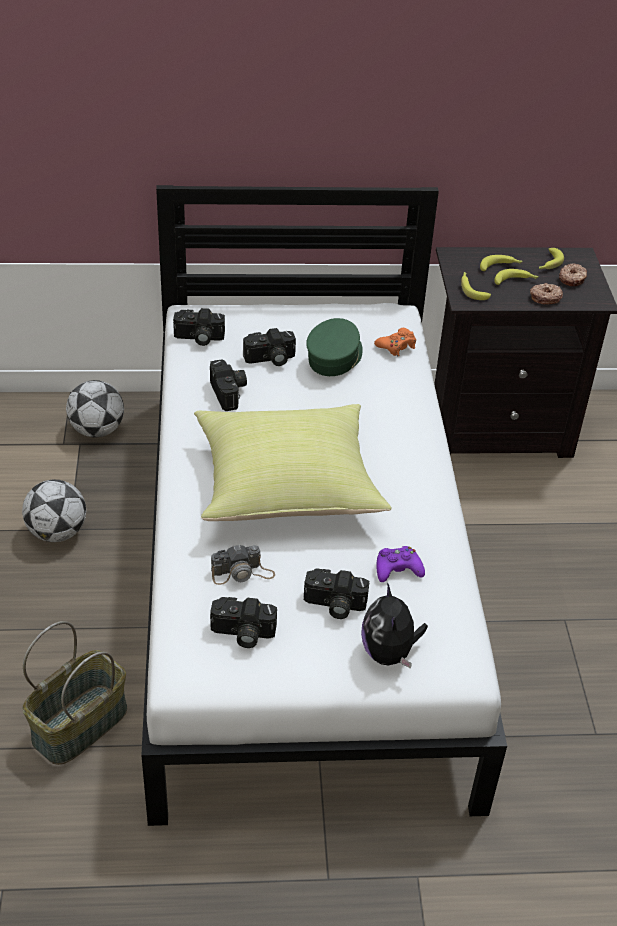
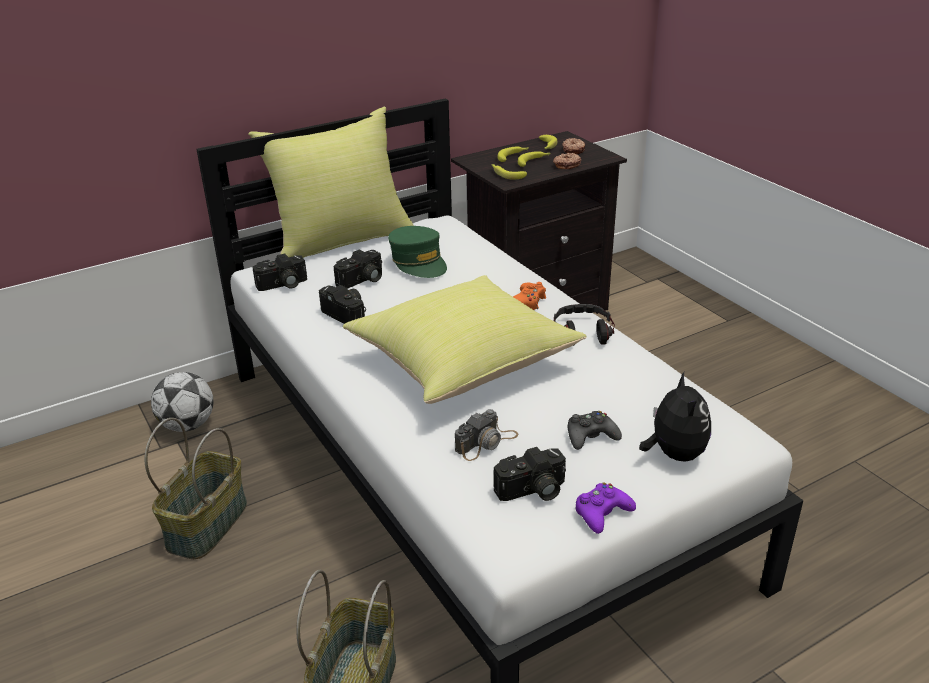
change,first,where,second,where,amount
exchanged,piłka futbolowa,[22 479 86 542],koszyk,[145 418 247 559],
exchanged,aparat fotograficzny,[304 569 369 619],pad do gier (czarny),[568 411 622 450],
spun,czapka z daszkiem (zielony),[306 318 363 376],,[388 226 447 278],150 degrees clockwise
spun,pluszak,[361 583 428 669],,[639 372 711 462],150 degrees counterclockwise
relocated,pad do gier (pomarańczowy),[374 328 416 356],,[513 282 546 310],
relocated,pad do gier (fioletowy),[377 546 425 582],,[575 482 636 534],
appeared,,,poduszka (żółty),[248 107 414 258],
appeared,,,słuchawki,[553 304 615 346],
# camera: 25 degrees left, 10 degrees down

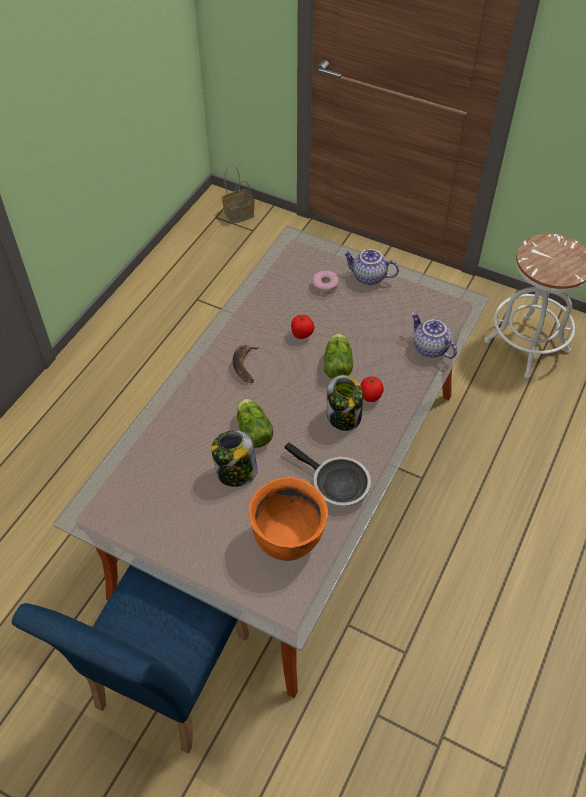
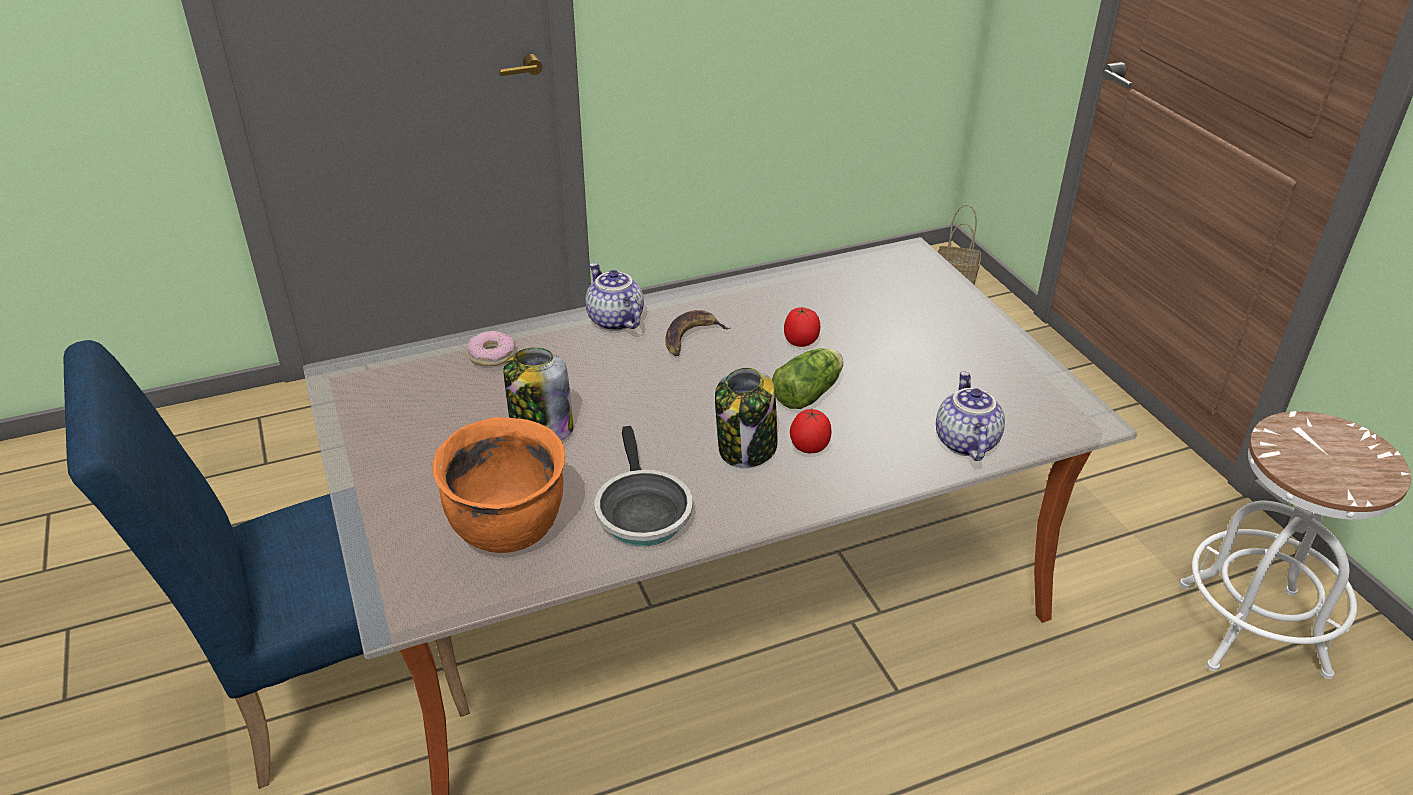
change,first,where,second,where,amount
missing,sałata,[237 399 273 448],,,
relocated,donut,[312 270 339 294],,[467 331 515 366],
relocated,imbryk,[342 249 399 285],,[585 263 644 331],
# camera: 40 degrees right, 15 degrees down

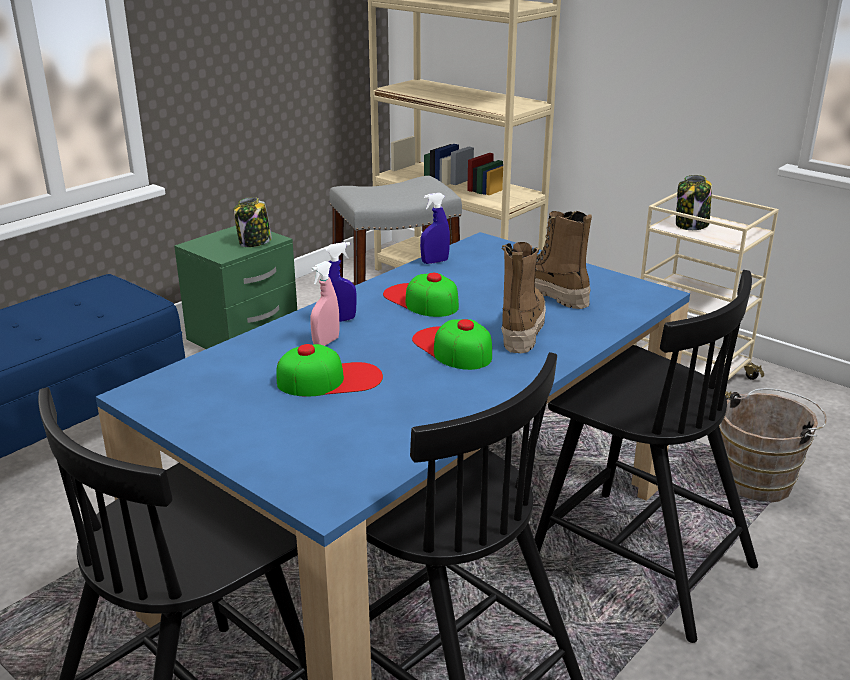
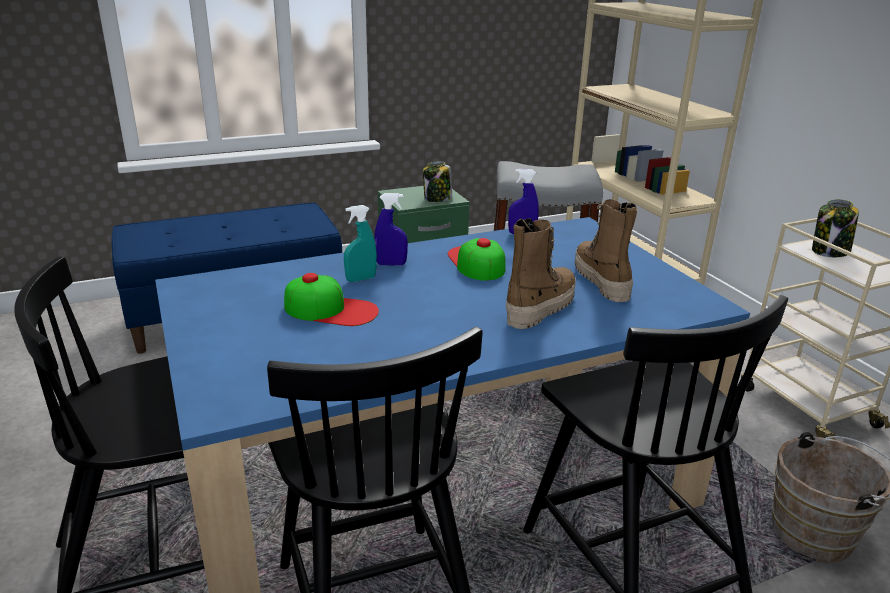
change,first,where,second,where,amount
colour,spryskiwacz (różowy),[310 261 340 346],spryskiwacz (turkusowy),[344 205 377 282],
missing,czapka z daszkiem,[412 319 492 370],,,
# camera: 25 degrees right, 0 degrees up

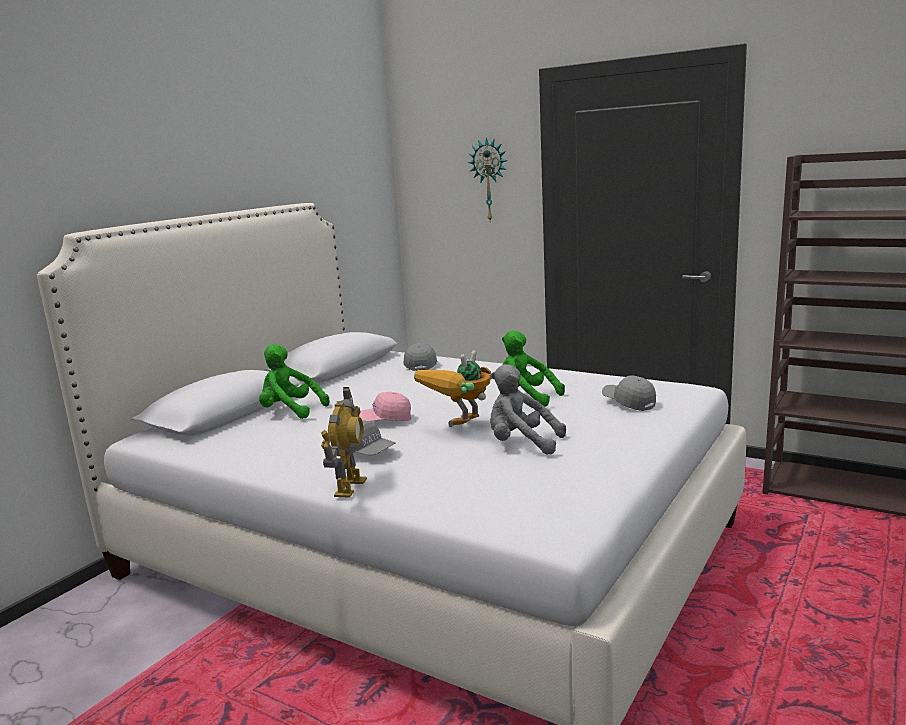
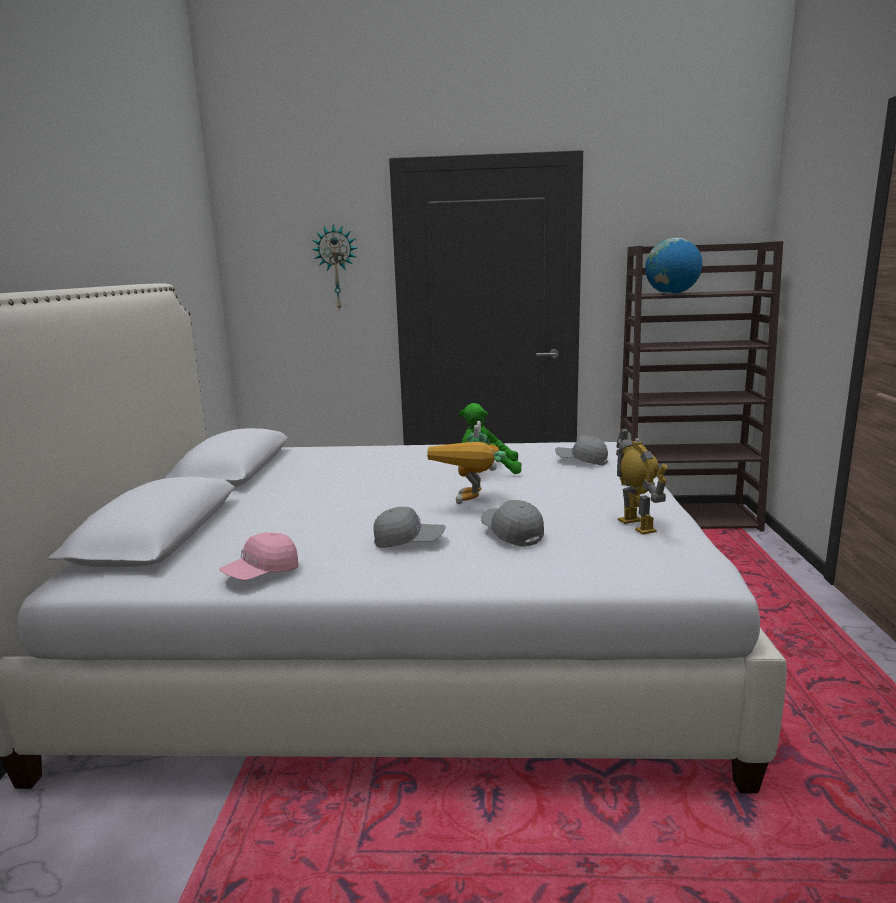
change,first,where,second,where,amount
missing,pluszak (zielony),[259 344 329 419],,,
relocated,robot zabawkowy,[321 387 367 498],,[616 427 668 535],
relocated,czapka z daszkiem (różowy),[359 392 411 422],,[219 532 298 580],
relocated,czapka z daszkiem (szary),[403 343 437 371],,[481 500 544 547],
missing,pluszak (szary),[490 364 566 455],,,
appeared,,,globus,[645 238 702 294],
# camera: 30 degrees left, 0 degrees up

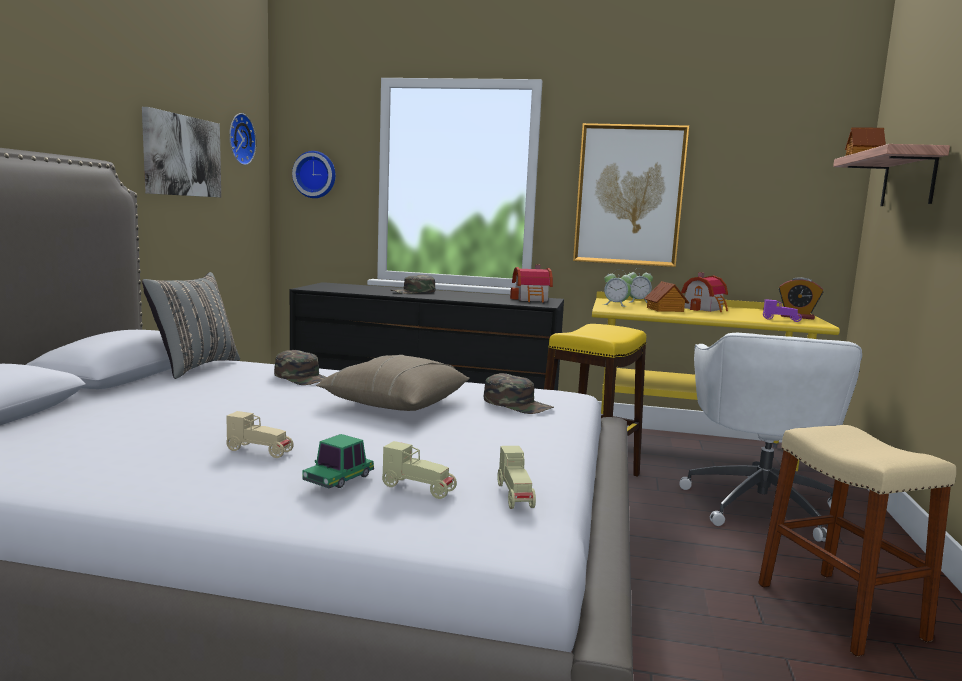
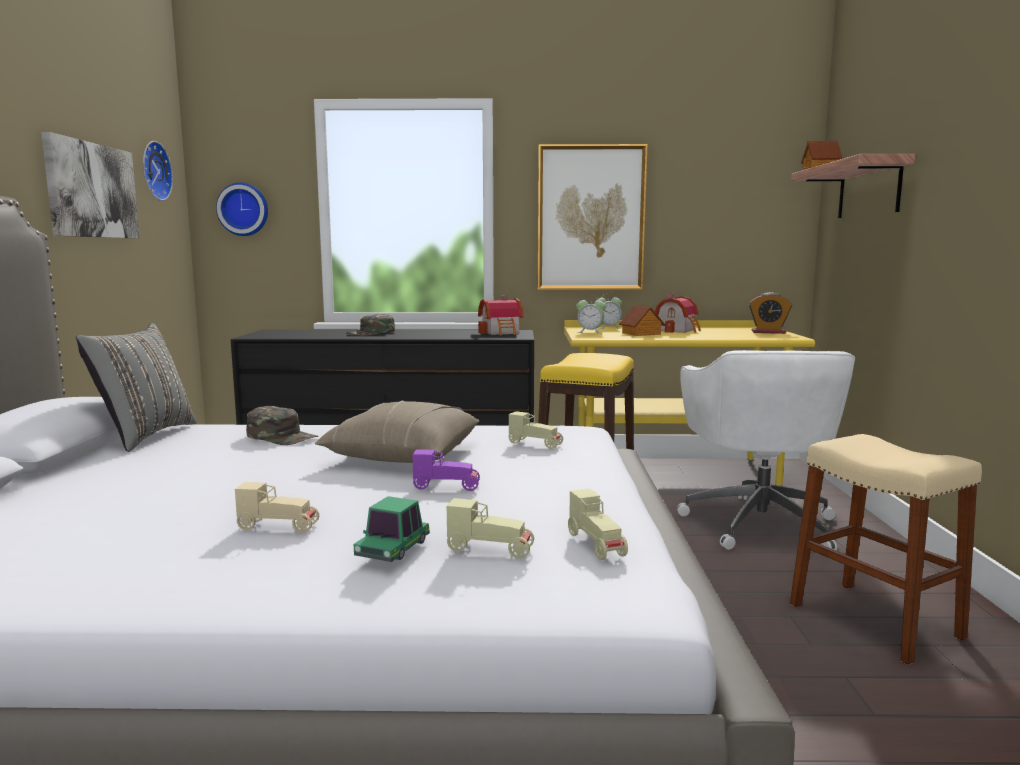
change,first,where,second,where,amount
exchanged,czapka z daszkiem (zielony),[484 373 554 414],samochodzik (beżowy),[509 411 563 449],
relocated,samochodzik (fioletowy),[763 299 802 322],,[412 449 480 491],
# camera: 10 degrees left, 0 degrees up

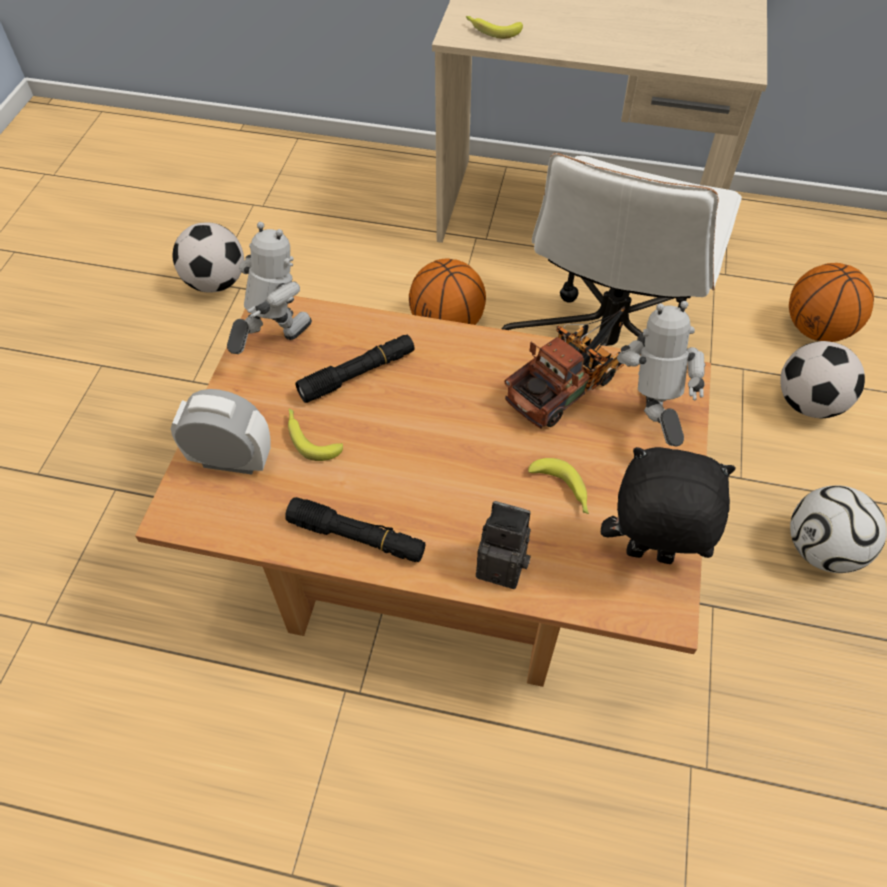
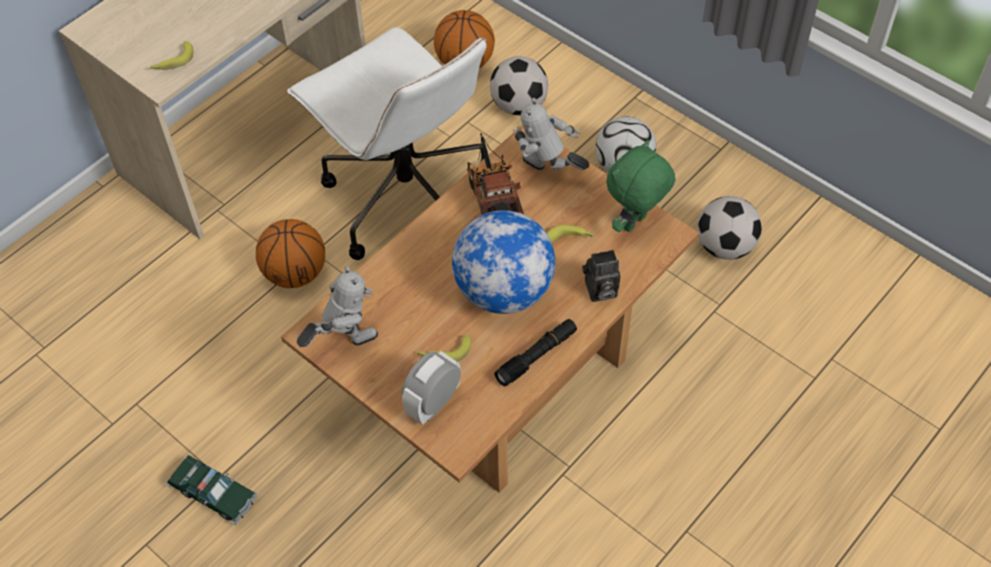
change,first,where,second,where,amount
relocated,piłka futbolowa,[173 223 244 293],,[697 196 762 260],
spun,robot zabawkowy,[227 222 312 354],,[297 266 378 347],90 degrees clockwise
missing,latarka (czarny),[295 335 415 403],,,
spun,aparat fotograficzny,[476 501 531 589],,[582 250 620 302],150 degrees counterclockwise
colour,pluszak (czarny),[601 447 736 564],pluszak (zielony),[606 140 676 232],
appeared,,,samochodzik,[167 455 257 525],
appeared,,,globus,[452 210 555 314],
# camera: 60 degrees left, 0 degrees up

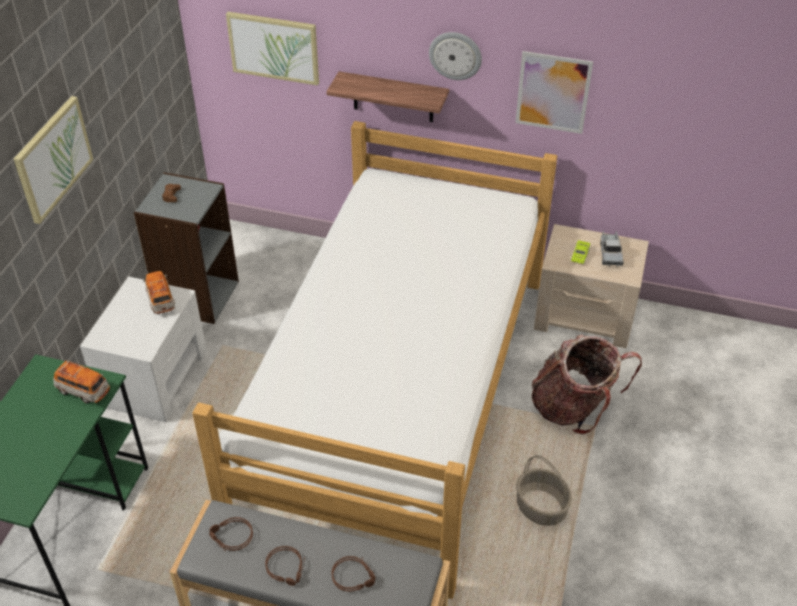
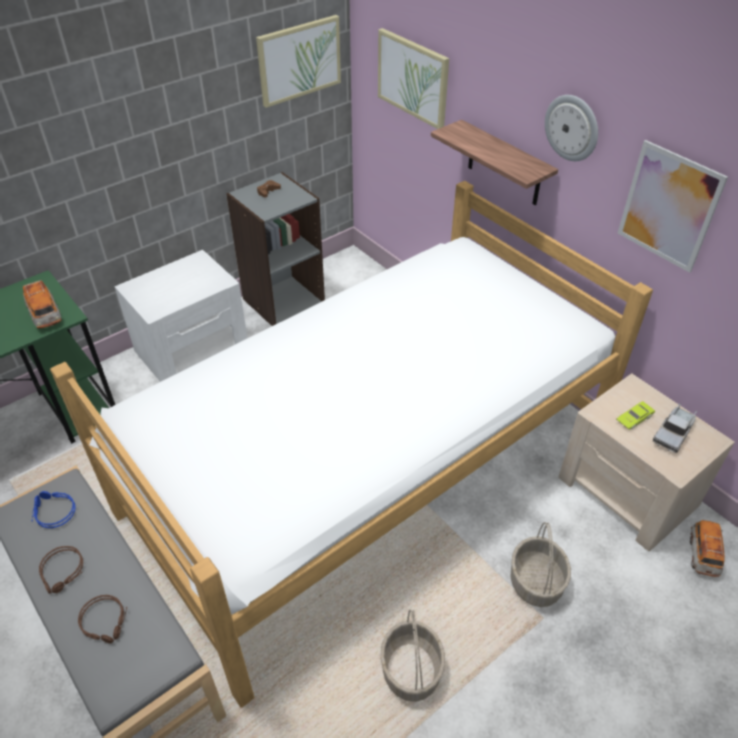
change,first,where,second,where,amount
relocated,obraz,[14 96 93 224],,[256 15 341 108],
relocated,samochodzik,[144 271 175 315],,[690 520 725 577],
colour,słuchawki (brązowy),[209 517 253 551],słuchawki (niebieski),[32 491 76 528],
exchanged,plecak,[532 334 642 435],koszyk,[510 522 571 607],
# camera: 35 degrees right, 0 degrees up

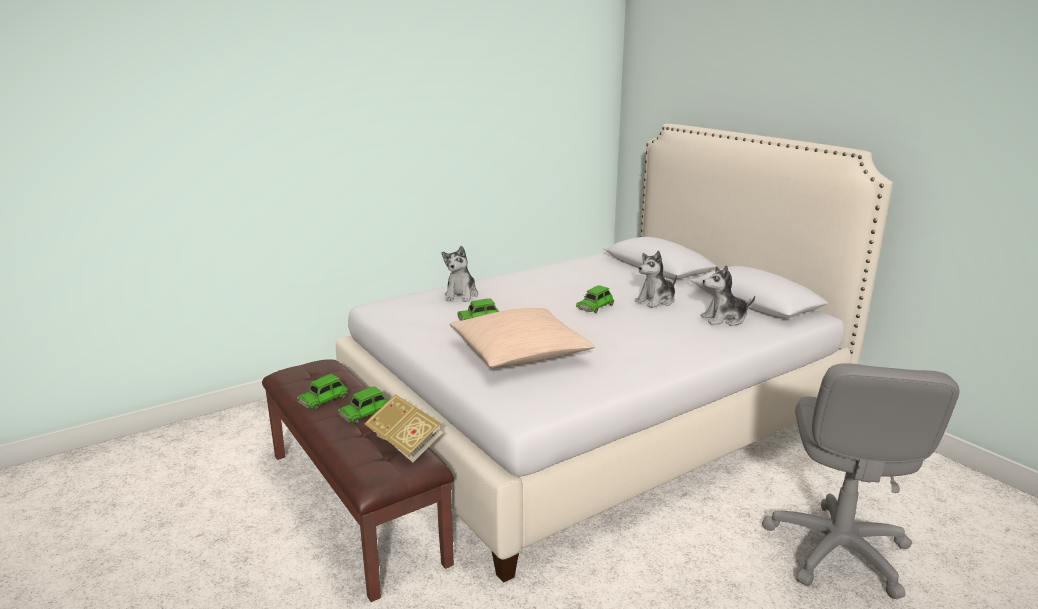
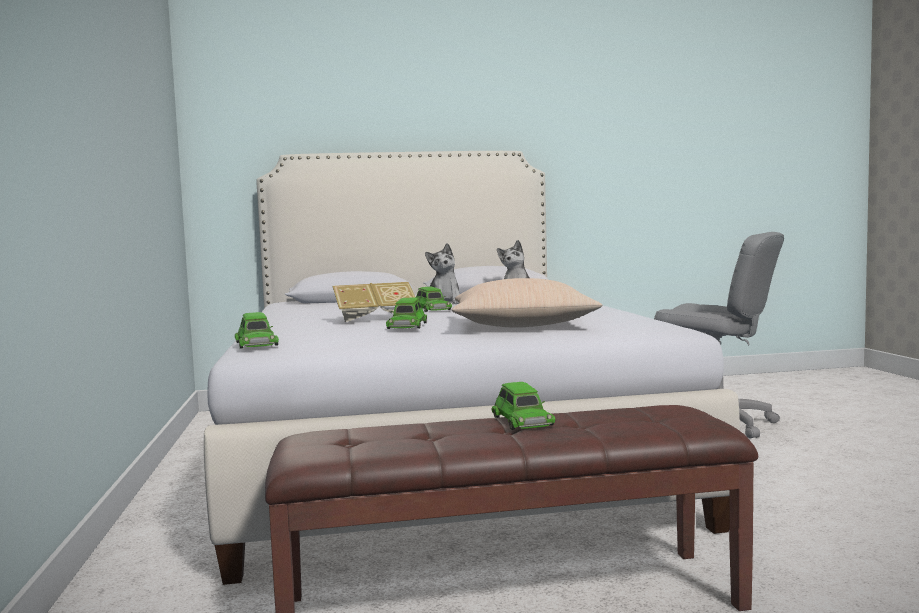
change,first,where,second,where,amount
relocated,samochodzik (zielony),[297 374 348 410],,[235 312 279 349],
relocated,książka,[364 394 443 462],,[332 282 416 322],
missing,pluszak,[442 246 478 302],,,
# camera: 65 degrees left, 15 degrees down

